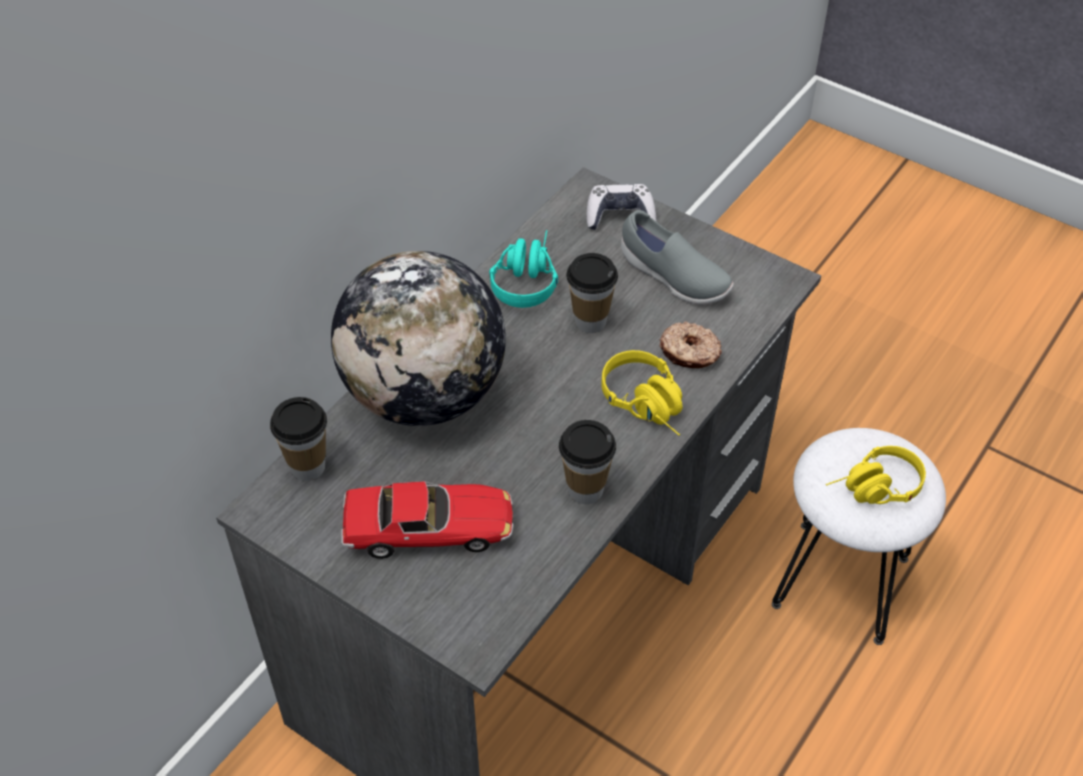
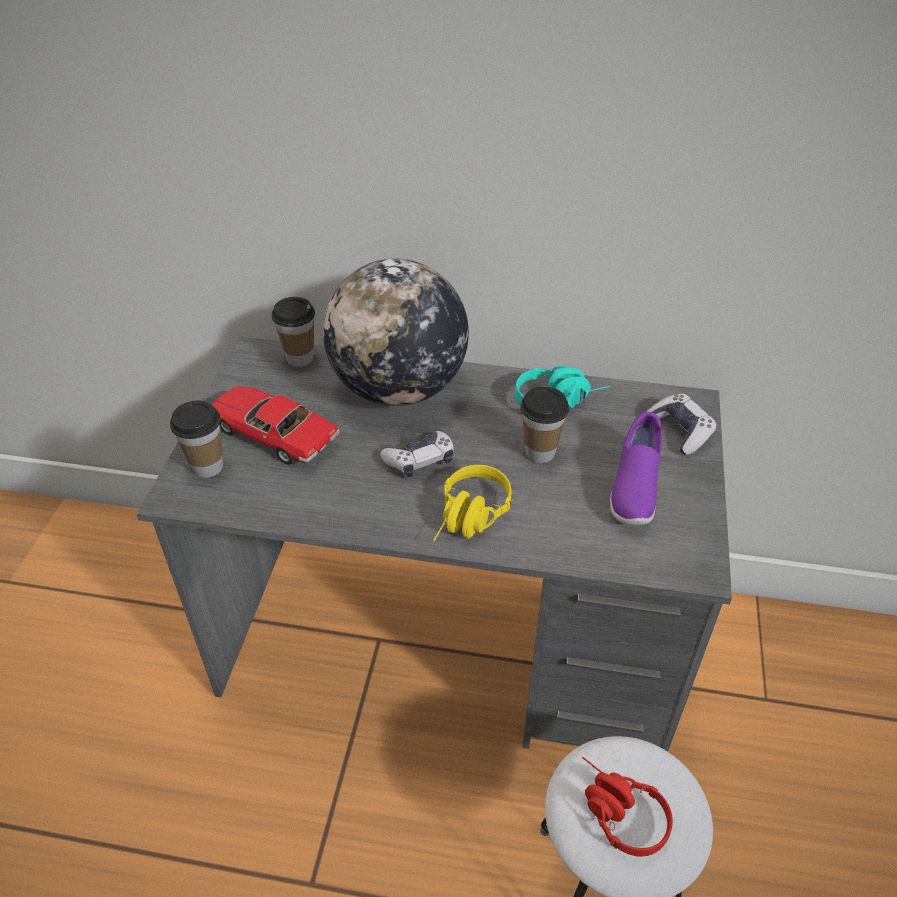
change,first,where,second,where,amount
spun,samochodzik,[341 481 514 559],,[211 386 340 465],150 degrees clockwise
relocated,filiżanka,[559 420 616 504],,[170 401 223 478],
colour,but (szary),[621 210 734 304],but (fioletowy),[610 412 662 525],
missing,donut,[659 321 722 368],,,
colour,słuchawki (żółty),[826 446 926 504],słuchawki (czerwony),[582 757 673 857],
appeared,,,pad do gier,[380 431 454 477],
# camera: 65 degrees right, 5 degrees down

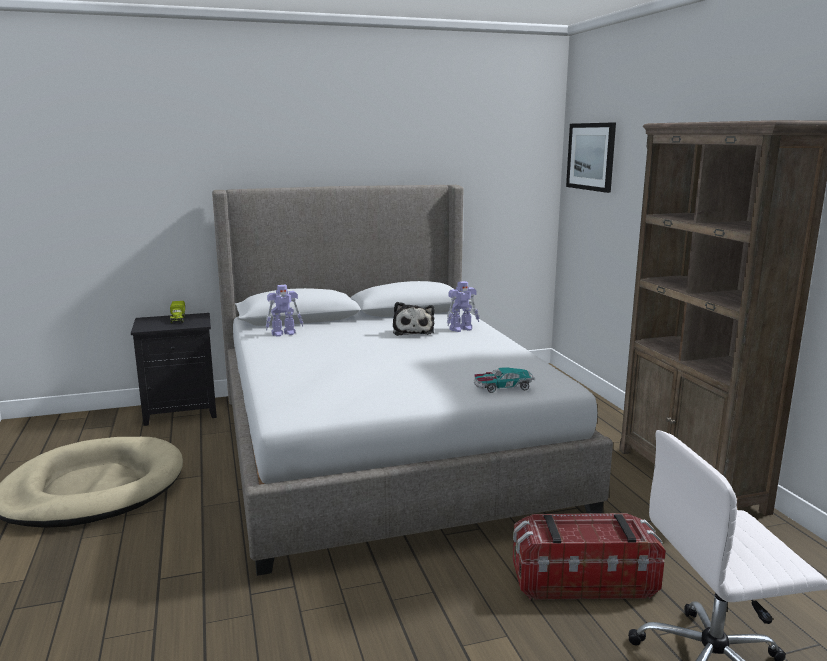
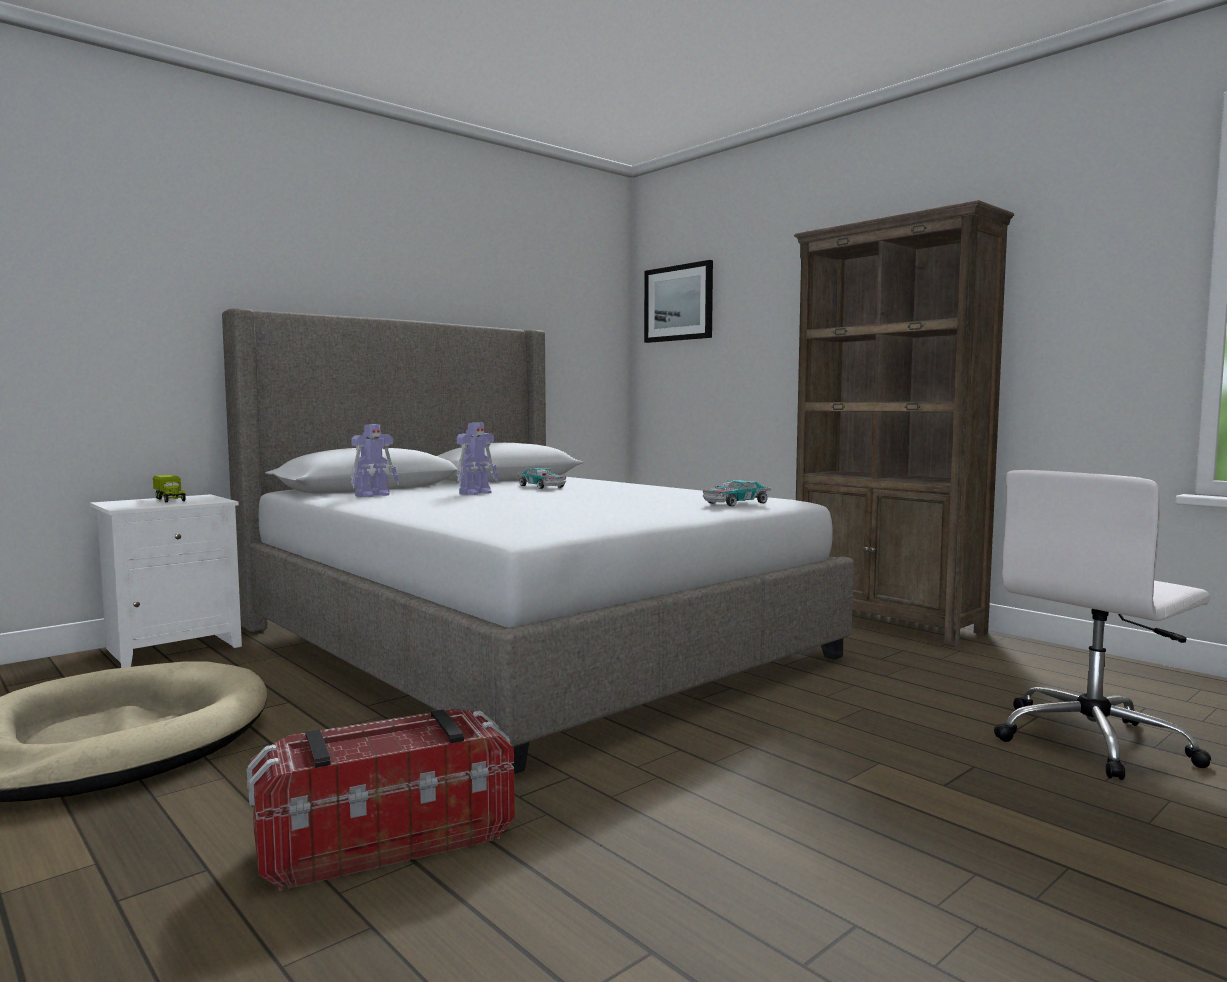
change,first,where,second,where,amount
colour,szafka nocna (czarny),[131 313 217 426],szafka nocna (biały),[90 494 242 668],
exchanged,pluszak,[393 302 434 336],samochodzik,[518 468 566 489],
relocated,robot zabawkowy,[447 281 479 332],,[456 423 499 495],
relocated,pojemnik do przechowywania,[513 513 666 600],,[246 709 515 891],
# camera: 25 degrees left, 10 degrees down

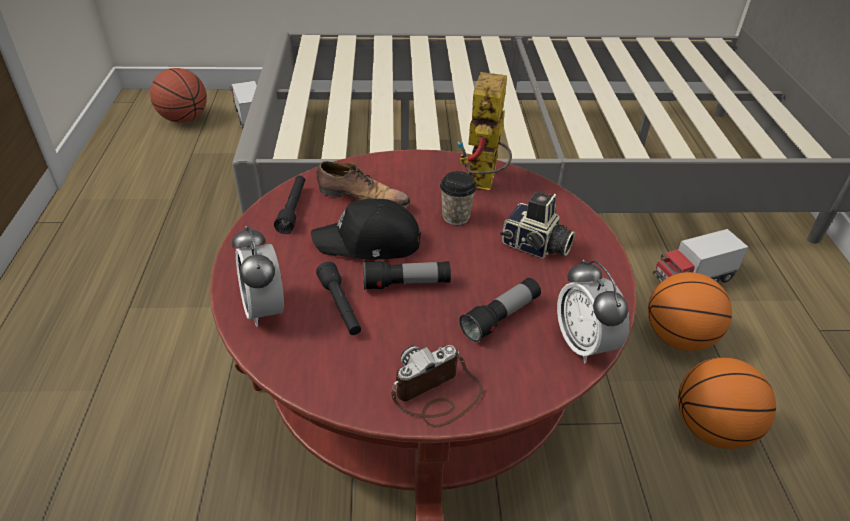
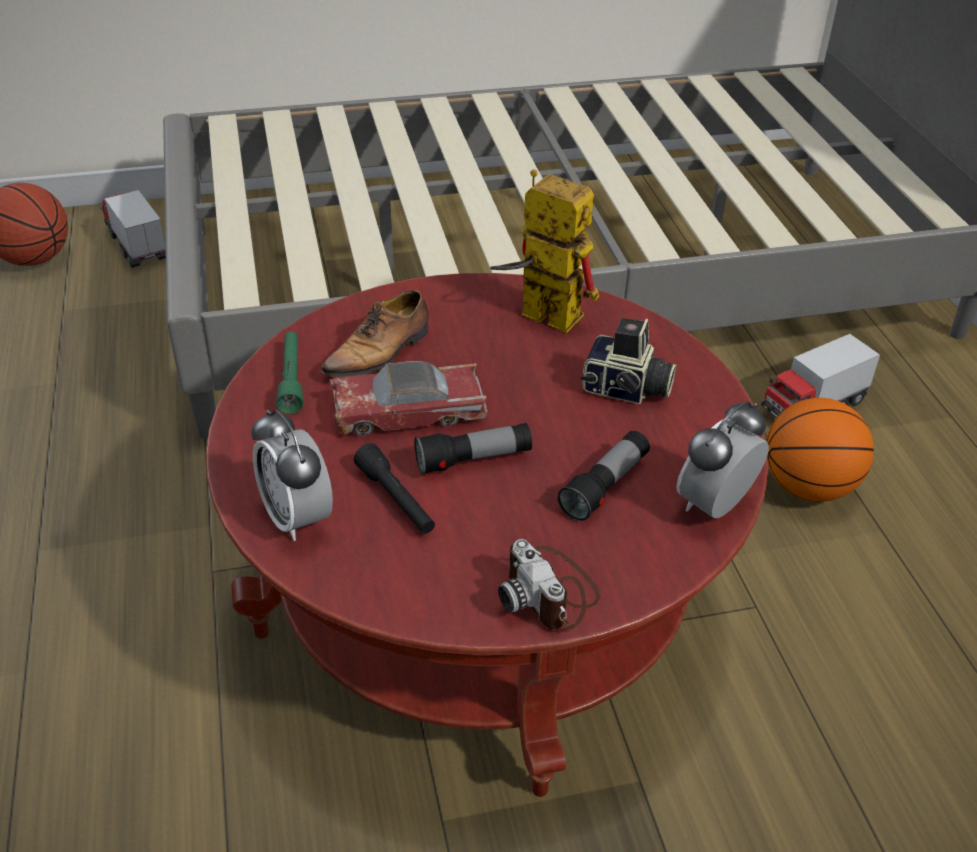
change,first,where,second,where,amount
colour,latarka (czarny),[274 176 305 234],latarka (zielony),[276 331 303 414],
exchanged,czapka z daszkiem (czarny),[311 198 421 259],samochodzik,[329 361 488 436],
spun,but,[317 161 410 208],,[320 290 429 378],120 degrees clockwise
spun,aparat fotograficzny,[391 345 483 428],,[498 539 601 630],75 degrees counterclockwise
missing,filiżanka,[440 171 477 225],,,
spun,robot zabawkowy,[457 72 512 190],,[490 169 599 333],120 degrees clockwise
spun,budzik,[557 259 630 363],,[676 401 769 518],75 degrees clockwise
missing,piłka do koszykówki,[678 357 776 449],,,
# camera: 10 degrees left, 0 degrees up

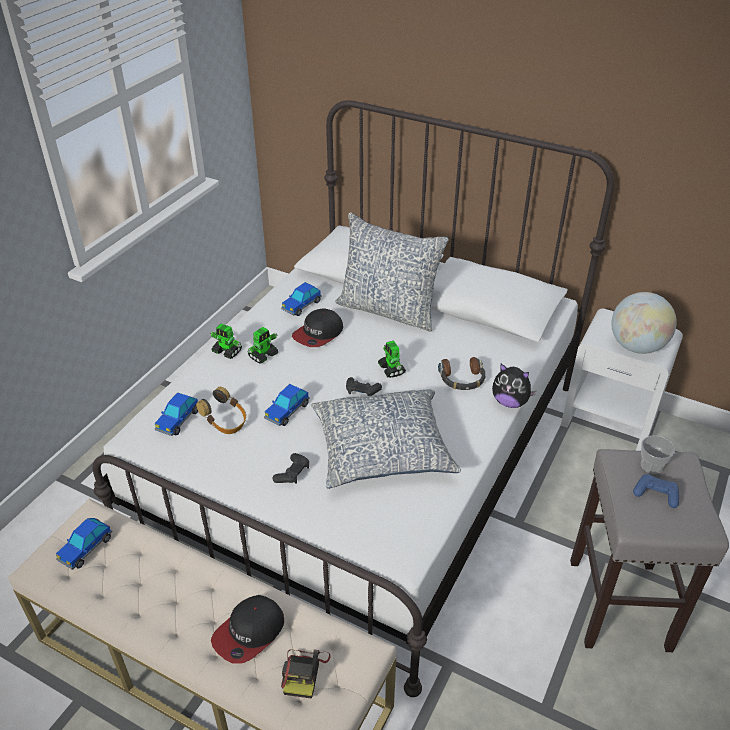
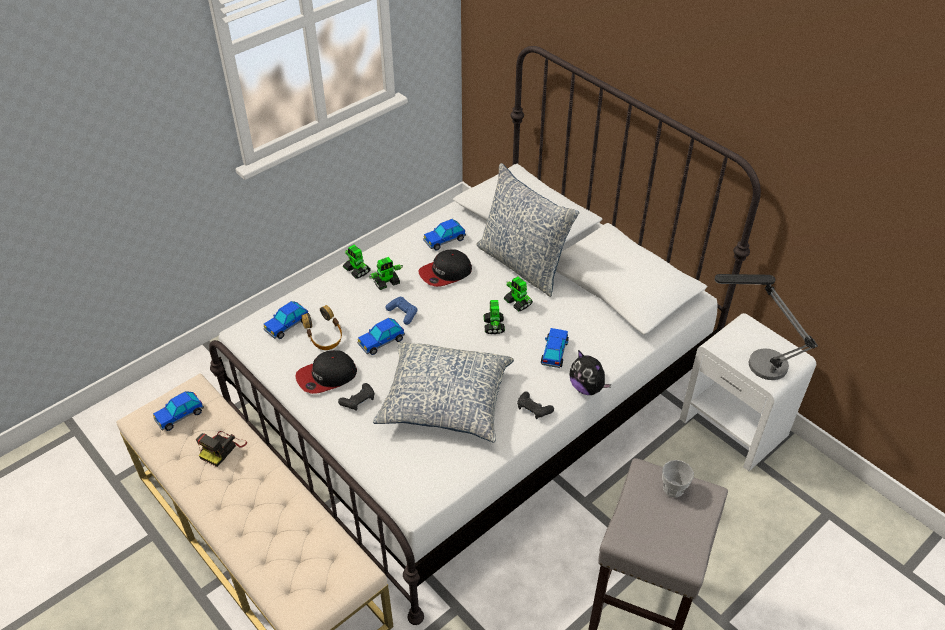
change,first,where,second,where,amount
relocated,czapka z daszkiem,[211 595 284 664],,[295 350 357 394],
relocated,aparat fotograficzny,[281 649 331 699],,[196 431 247 467],
relocated,pad do gier (czarny),[346 377 382 396],,[517 391 554 419],
exchanged,słuchawki,[438 357 485 390],samochodzik,[541 328 569 368],
exchanged,globus,[611 292 677 354],lampa stołowa,[715 274 818 380],
relocated,pad do gier (niebieski),[633 474 679 508],,[385 297 417 325],
appeared,,,robot zabawkowy,[504 277 533 312],
# camera: 20 degrees right, 5 degrees up

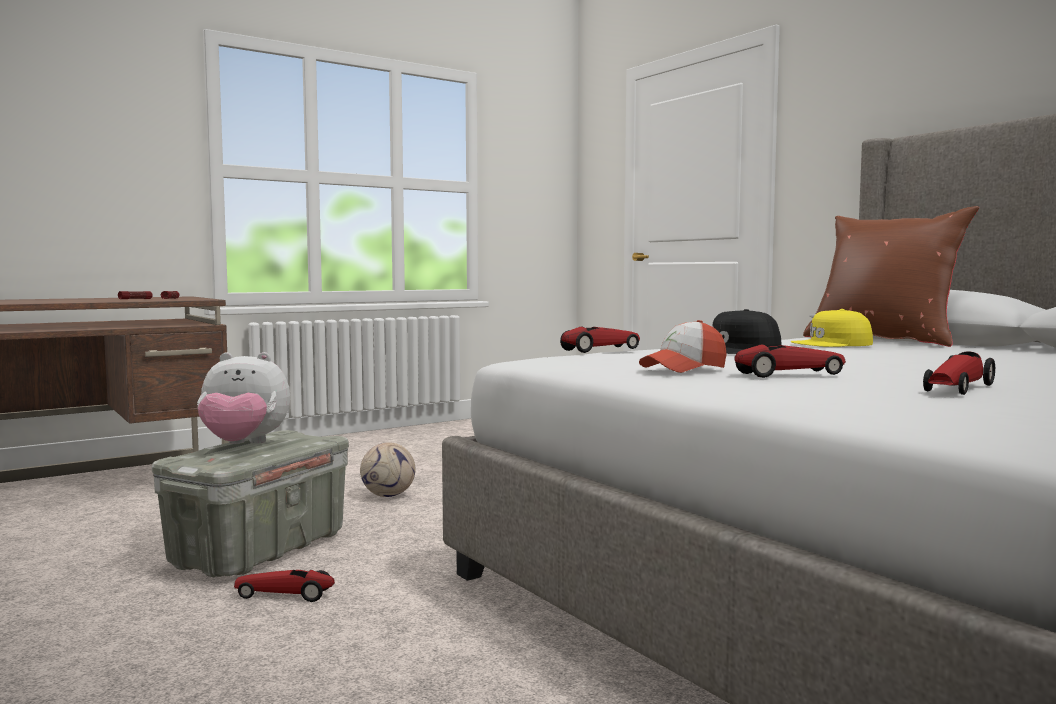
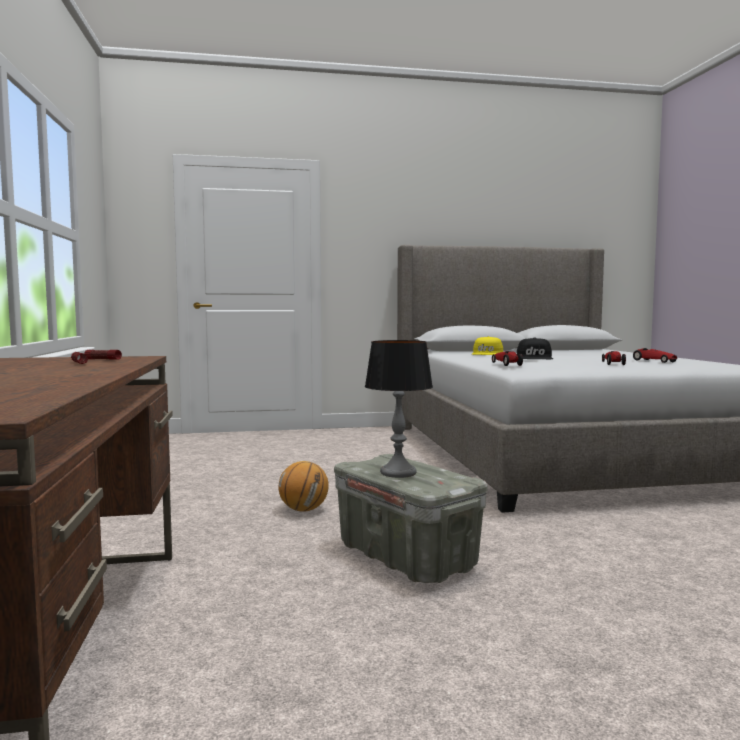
change,first,where,second,where,amount
exchanged,pluszak,[197 352 290 444],lampa stołowa,[365 340 433 478],
missing,samochodzik,[234 570 335 602],,,
exchanged,piłka futbolowa,[360 442 416 497],piłka do koszykówki,[279 461 329 512],
missing,czapka z daszkiem,[639 320 727 373],,,
missing,poduszka (brązowy),[803 206 979 347],,,
# camera: 65 degrees left, 0 degrees up

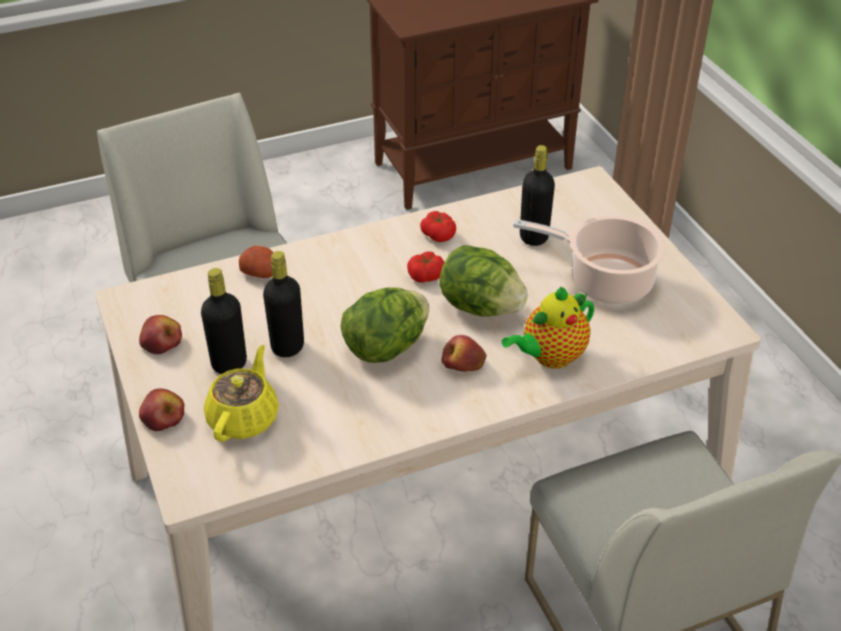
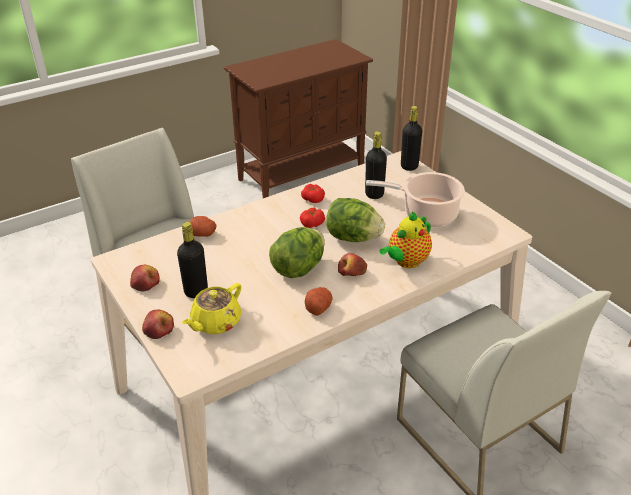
change,first,where,second,where,amount
spun,imbryk (żółty),[204 345 279 442],,[182 283 241 334],150 degrees counterclockwise
relocated,butelka (czarny),[263 251 304 357],,[401 106 422 171],
appeared,,,ziemniak,[305 287 333 316],
# camera: 10 degrees left, 5 degrees down

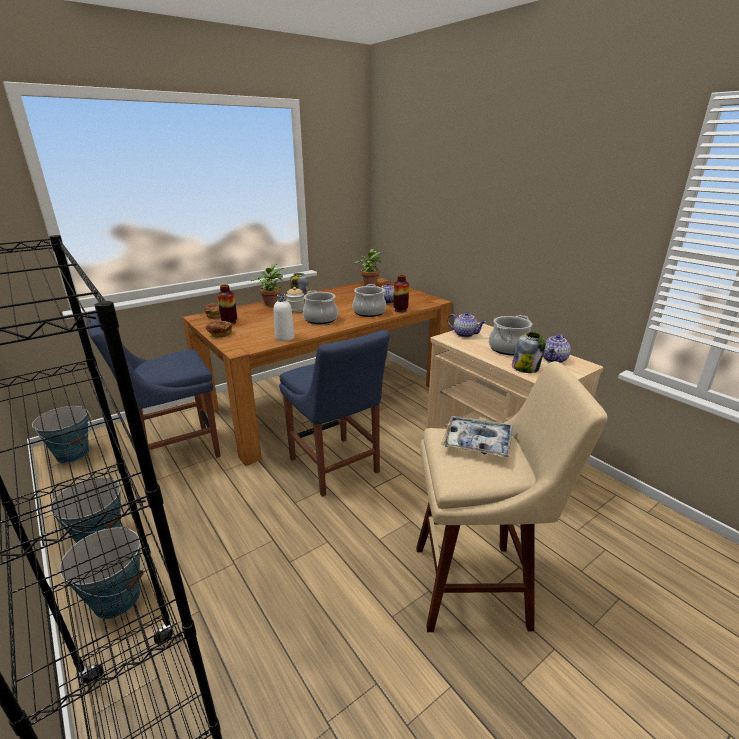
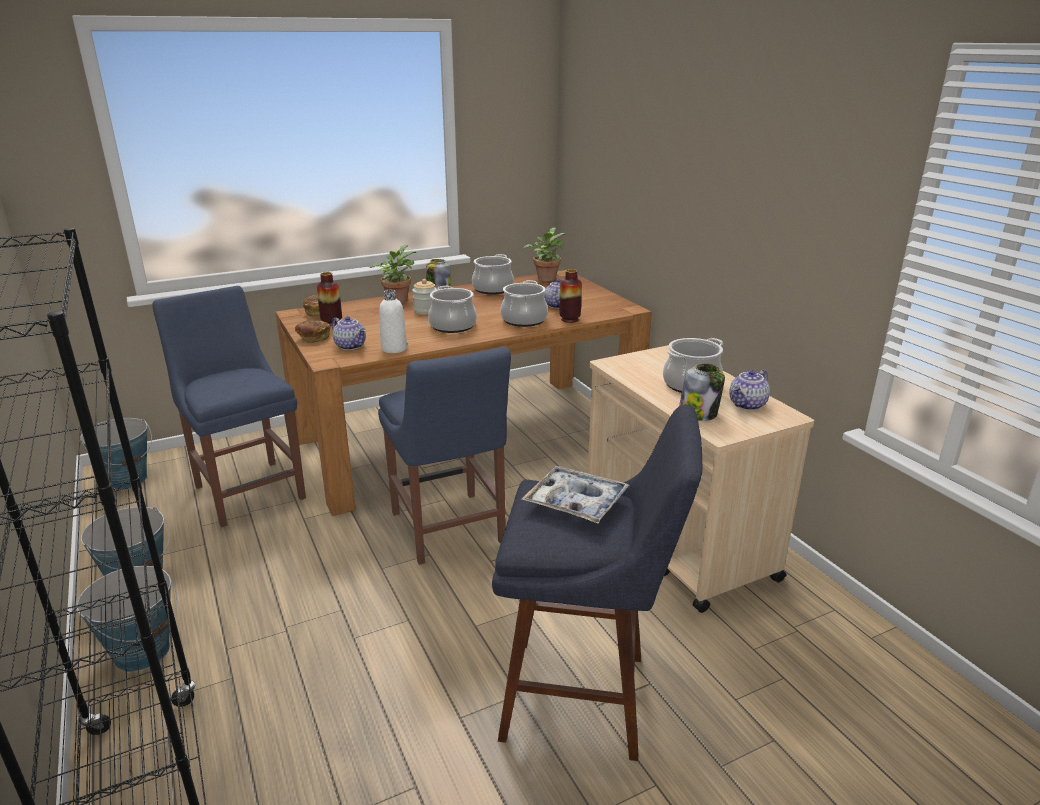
change,first,where,second,where,amount
spun,krzesło (niebieski),[87 313 221 458],,[153 286 306 527],75 degrees clockwise
colour,stołek (beżowy),[416 361 608 632],stołek (niebieski),[492 404 702 761],
relocated,imbryk,[447 312 486 337],,[332 316 366 350],
appeared,,,garnek,[472 254 514 294],
# camera: 10 degrees right, 0 degrees up

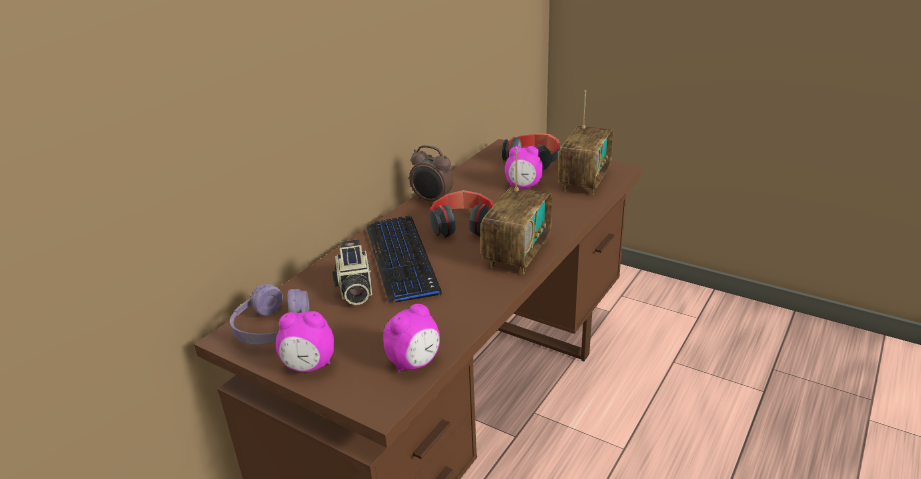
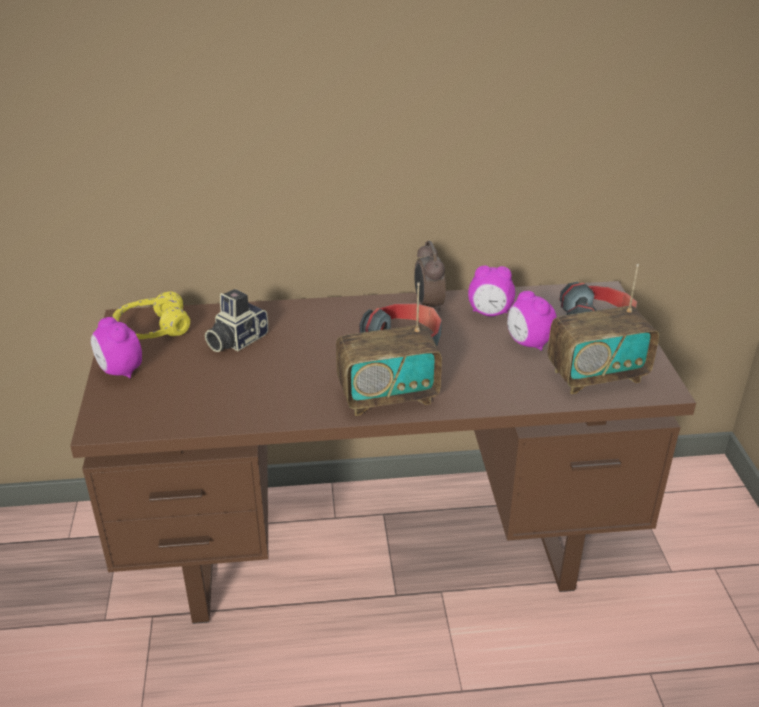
change,first,where,second,where,amount
colour,słuchawki (fioletowy),[230 284 310 345],słuchawki (żółty),[112 292 190 339],
missing,klawiatura,[366 216 442 302],,,
relocated,budzik,[383 304 440 372],,[468 266 515 317],
# camera: 50 degrees right, 5 degrees up

